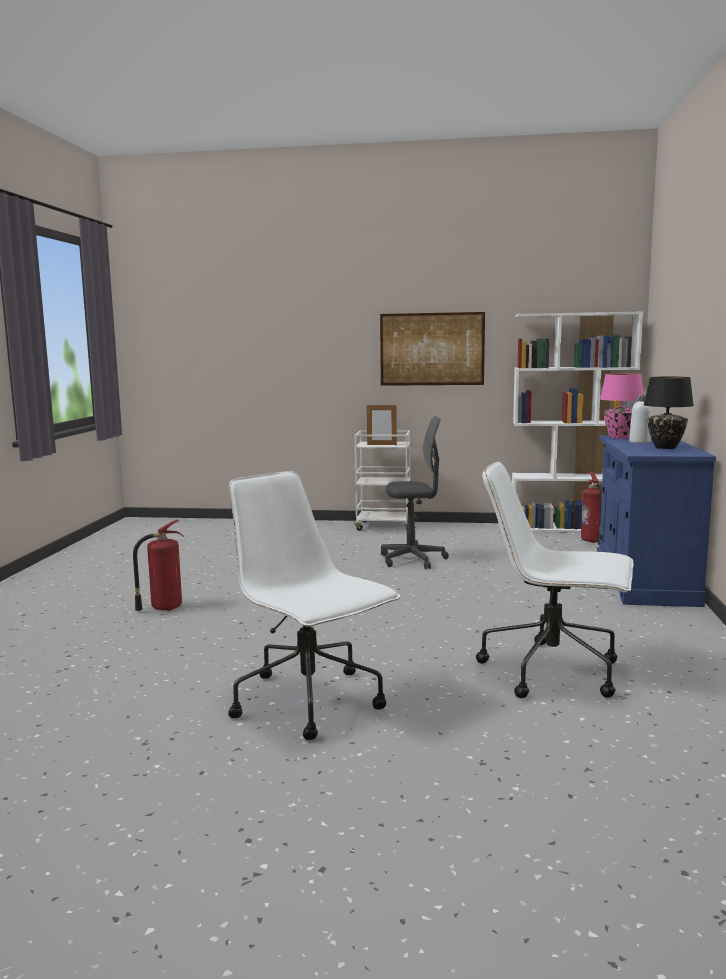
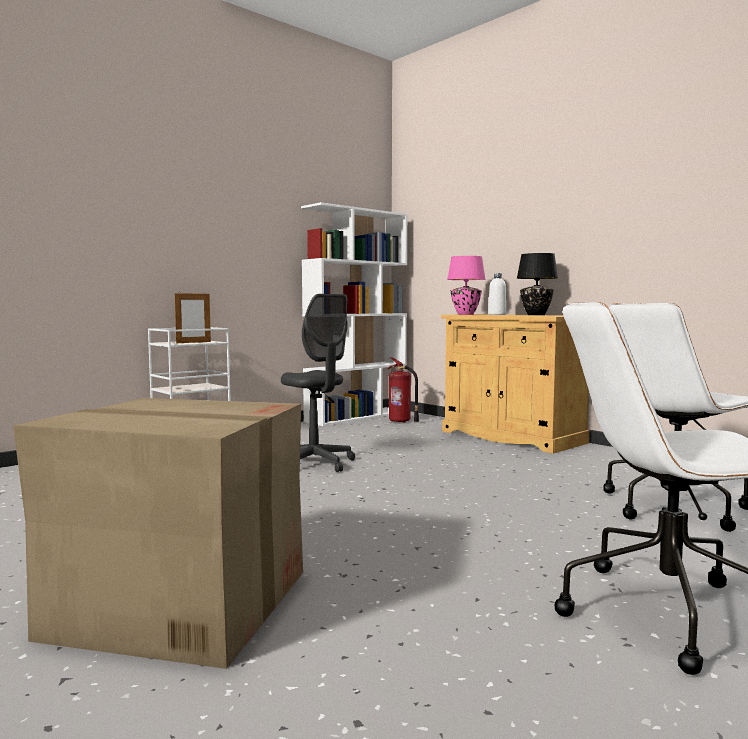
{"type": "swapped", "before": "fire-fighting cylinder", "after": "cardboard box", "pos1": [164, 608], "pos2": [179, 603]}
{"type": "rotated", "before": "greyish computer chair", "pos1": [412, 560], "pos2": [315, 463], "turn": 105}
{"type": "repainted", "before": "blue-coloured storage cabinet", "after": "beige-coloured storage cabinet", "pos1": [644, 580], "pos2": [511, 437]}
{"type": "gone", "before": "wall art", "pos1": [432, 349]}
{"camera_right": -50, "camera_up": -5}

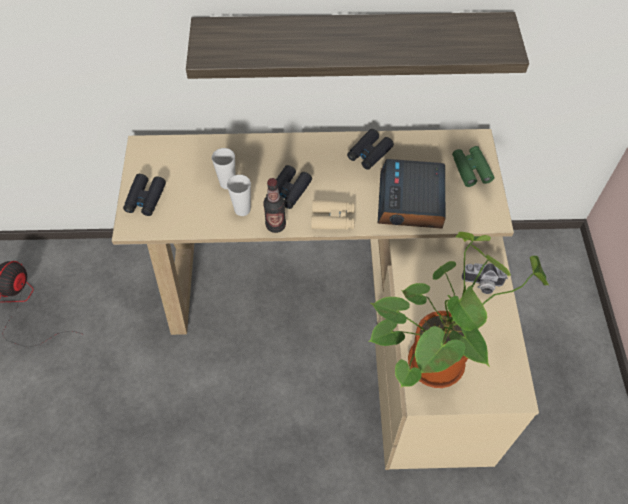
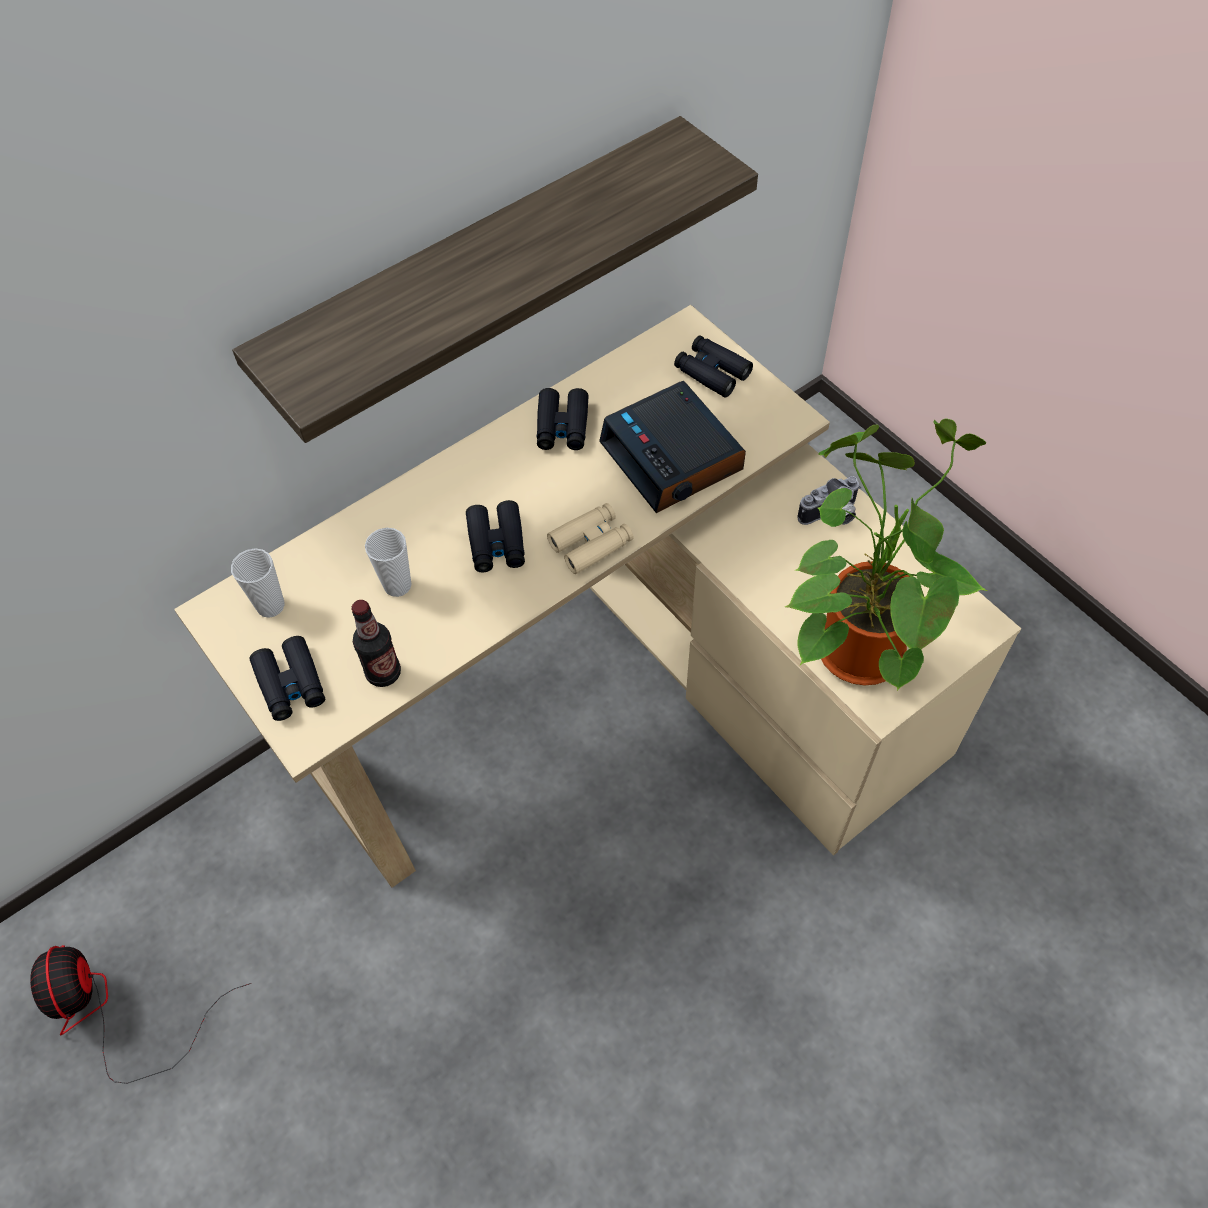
{"type": "shifted", "before": "drinking cup", "pos1": [242, 209], "pos2": [270, 606]}
{"type": "shifted", "before": "beverage bottle", "pos1": [275, 225], "pos2": [383, 673]}
{"type": "repainted", "before": "green binoculars", "after": "blackish binoculars", "pos1": [471, 169], "pos2": [712, 372]}
{"camera_right": -35, "camera_up": 0}

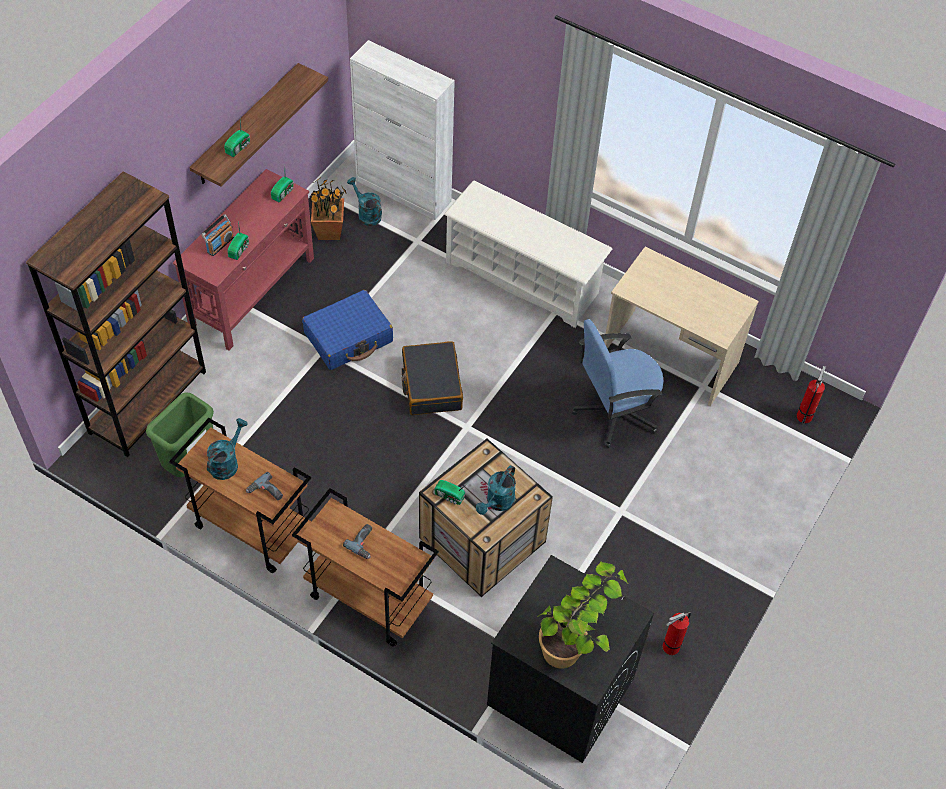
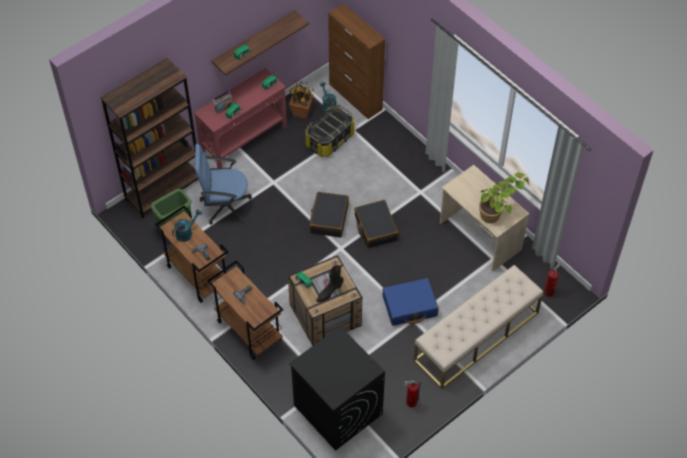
{"type": "shifted", "before": "blue-coloured computer chair", "pos1": [614, 412], "pos2": [224, 205]}
{"type": "new", "after": "storage bin", "pos2": [329, 139]}
{"type": "swapped", "before": "blue-green watering pot", "after": "blackish high-top boot", "pos1": [497, 503], "pos2": [329, 293]}
{"type": "repainted", "before": "whitish storage cabinet", "after": "brown storage cabinet", "pos1": [404, 191], "pos2": [355, 97]}
{"type": "new", "after": "blackish travel case", "pos2": [375, 228]}
{"type": "shifted", "before": "blue-coloured travel case", "pos1": [348, 337], "pos2": [410, 306]}
{"type": "new", "after": "beige-coloured bench", "pos2": [476, 336]}
{"type": "shifted", "before": "houseplant", "pos1": [576, 641], "pos2": [499, 213]}
{"type": "gone", "before": "whitish shoe shelf", "pos1": [523, 278]}
{"camera_right": 20, "camera_up": 0}

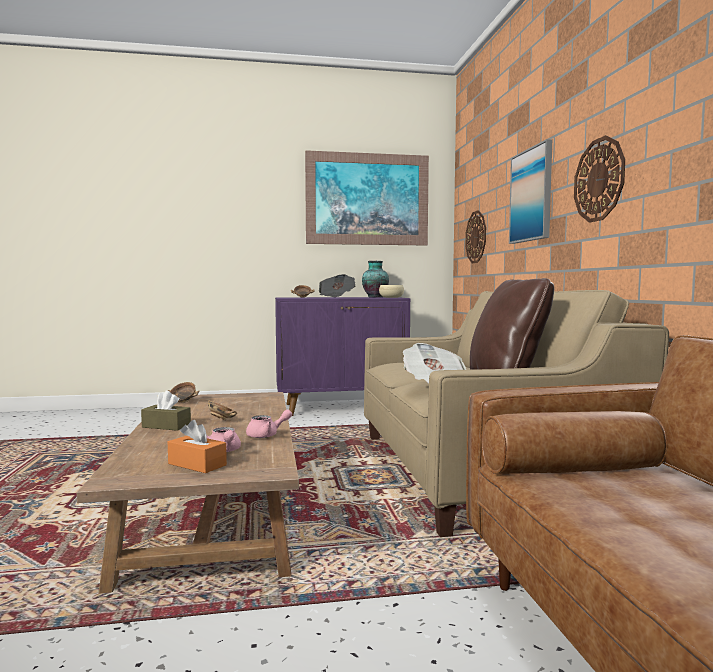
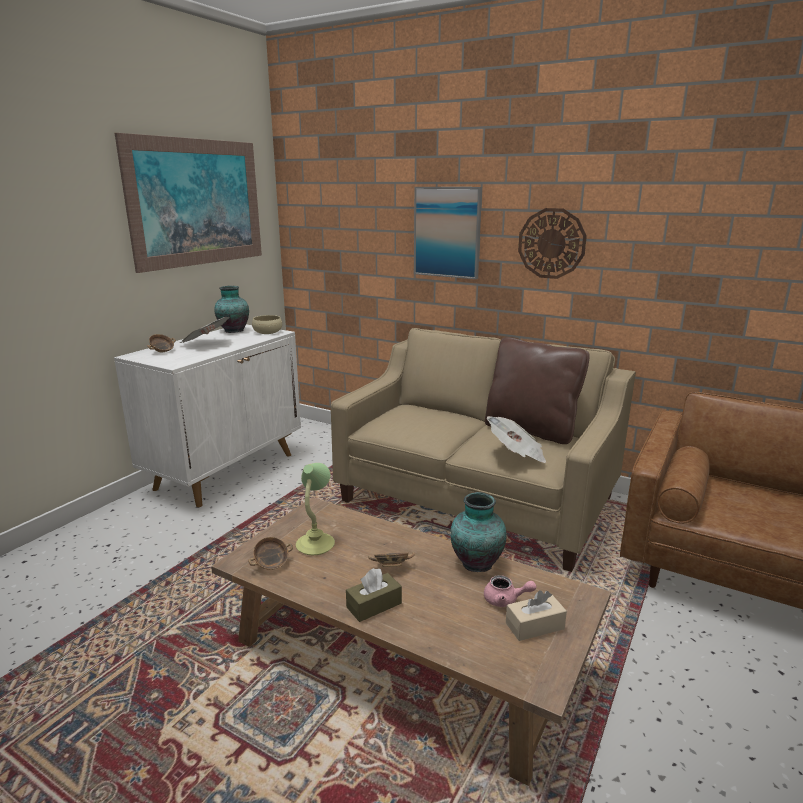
{"type": "repainted", "before": "purplish storage cabinet", "after": "whitish storage cabinet", "pos1": [341, 407], "pos2": [227, 471]}
{"type": "new", "after": "tabletop lamp", "pos2": [316, 544]}
{"type": "swapped", "before": "pink tea pot", "after": "decorative vase", "pos1": [267, 435], "pos2": [475, 563]}
{"type": "repainted", "before": "orange tissue holder", "after": "beige-coloured tissue holder", "pos1": [197, 464], "pos2": [534, 626]}
{"type": "gone", "before": "clock on the wall", "pos1": [476, 237]}
{"camera_right": -50, "camera_up": 15}

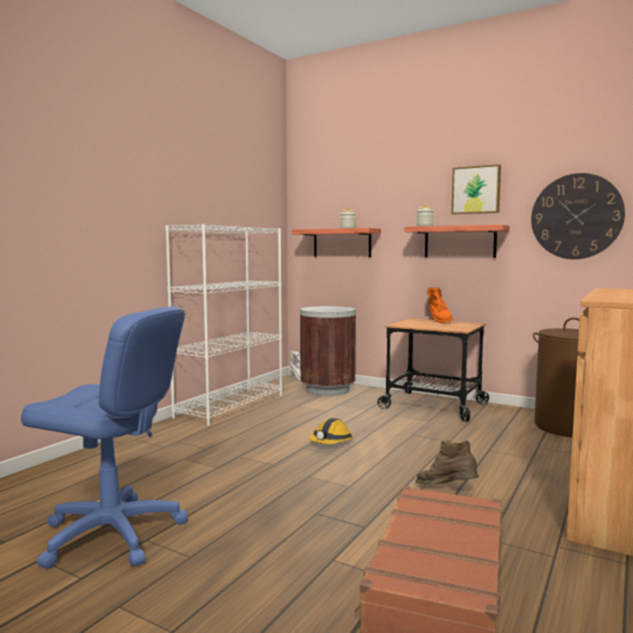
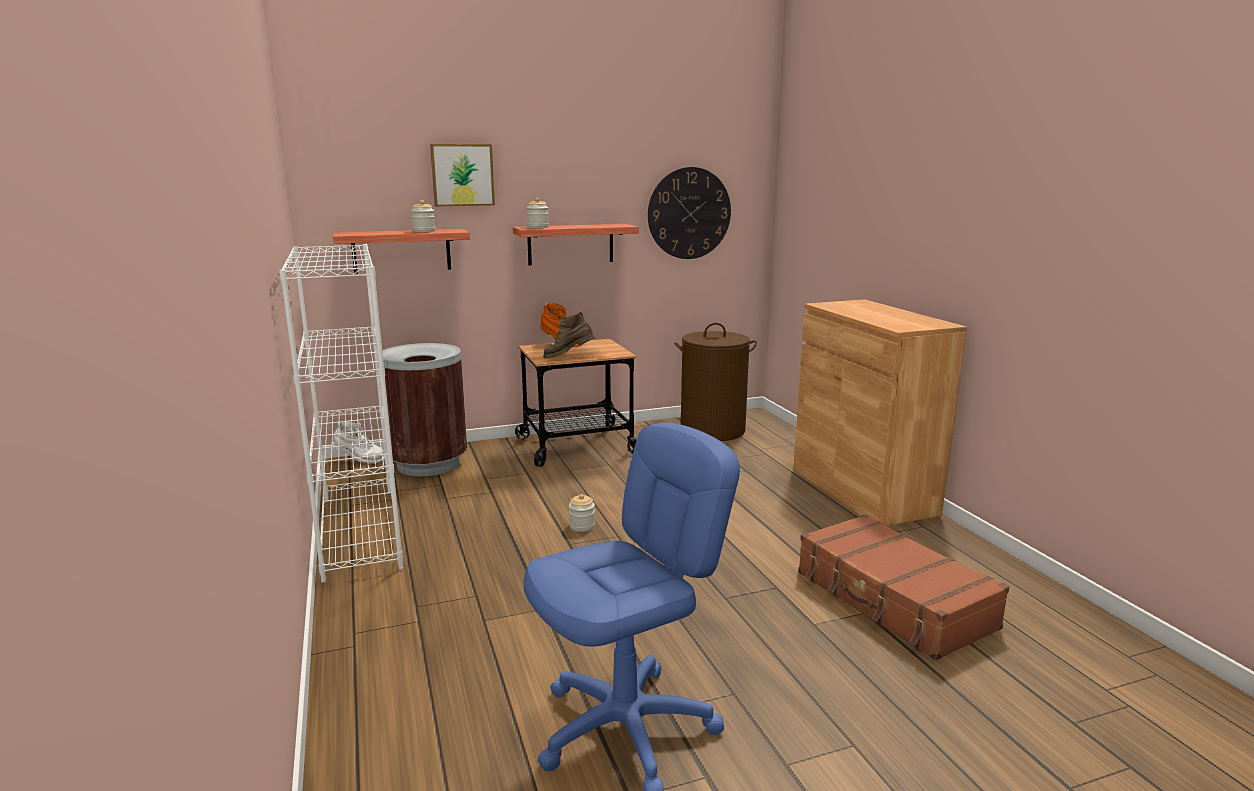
{"type": "shifted", "before": "wall art", "pos1": [476, 190], "pos2": [462, 175]}
{"type": "shifted", "before": "brown high-top boot", "pos1": [446, 490], "pos2": [568, 357]}
{"type": "swapped", "before": "work helmet", "after": "preserve jar", "pos1": [331, 442], "pos2": [582, 526]}
{"camera_right": -50, "camera_up": 10}

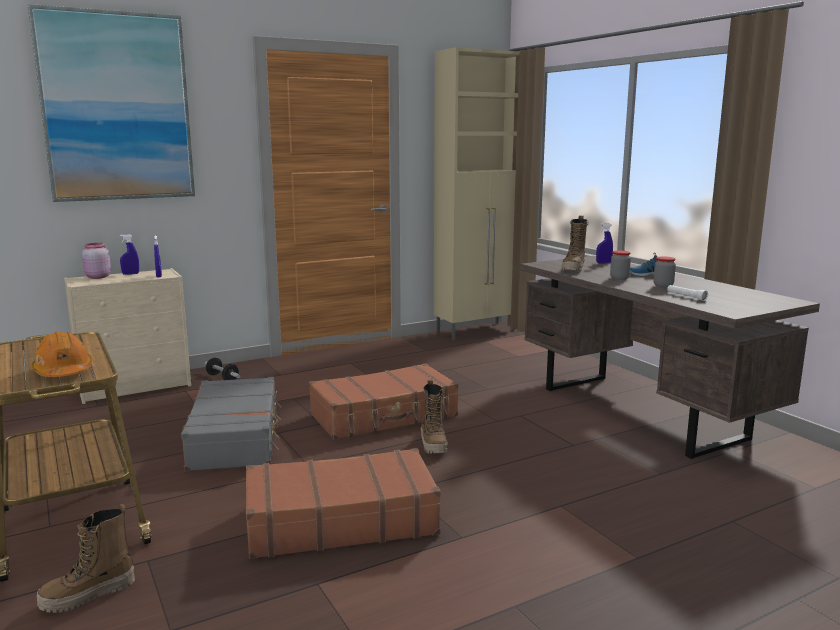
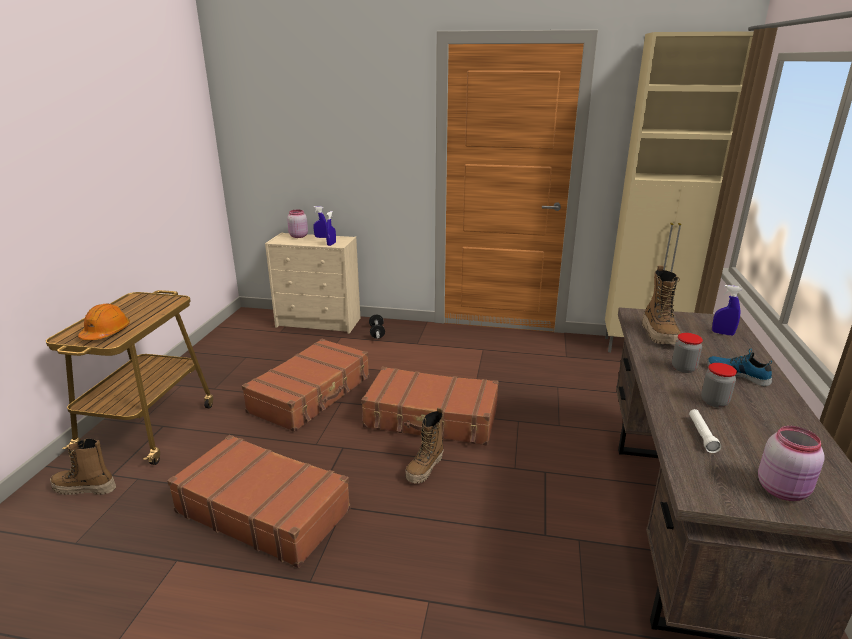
{"type": "repainted", "before": "greyish travel case", "after": "brown travel case", "pos1": [236, 437], "pos2": [312, 394]}
{"type": "rotated", "before": "high-top boot", "pos1": [573, 269], "pos2": [659, 335], "turn": -60}
{"type": "new", "after": "pink preserve jar", "pos2": [783, 490]}
{"type": "gone", "before": "wall art", "pos1": [117, 107]}
{"camera_right": 40, "camera_up": 10}

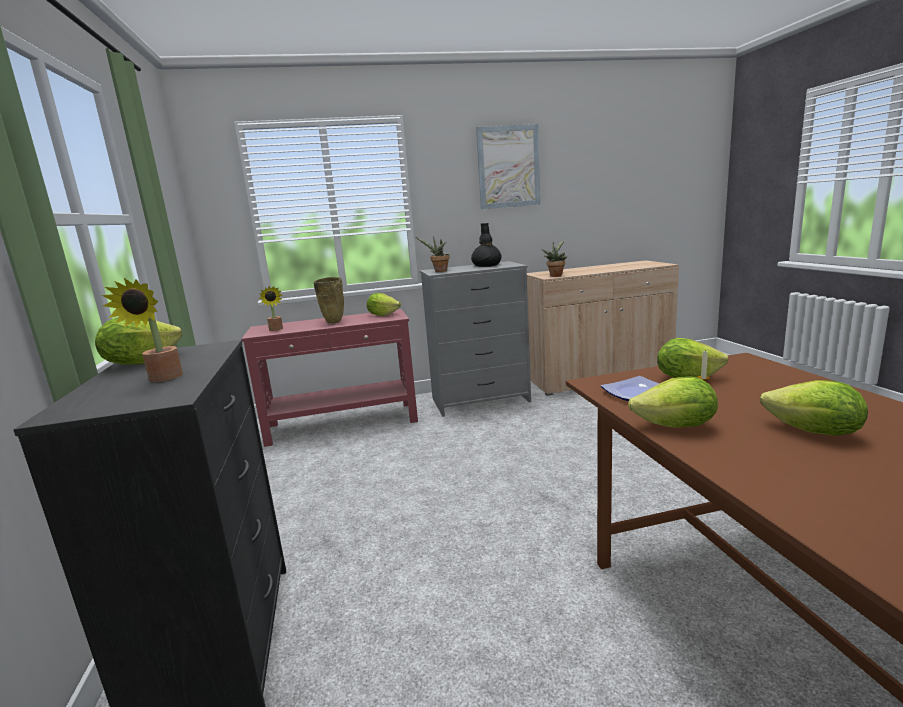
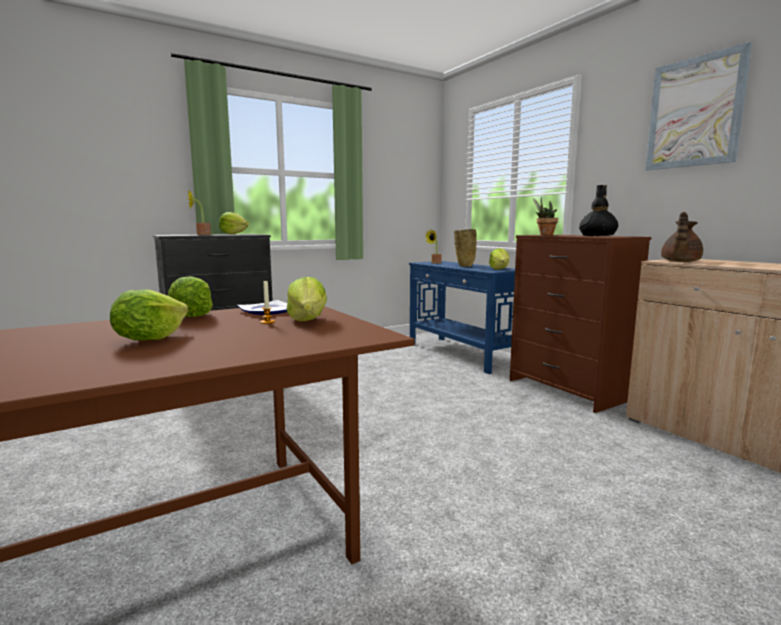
{"type": "repainted", "before": "red-coloured console table", "after": "blue-coloured console table", "pos1": [343, 423], "pos2": [461, 354]}
{"type": "repainted", "before": "greyish drawer chest", "after": "brown drawer chest", "pos1": [480, 400], "pos2": [567, 390]}
{"type": "swapped", "before": "houseplant", "after": "brown tea pot", "pos1": [556, 275], "pos2": [679, 261]}
{"camera_right": 70, "camera_up": -5}

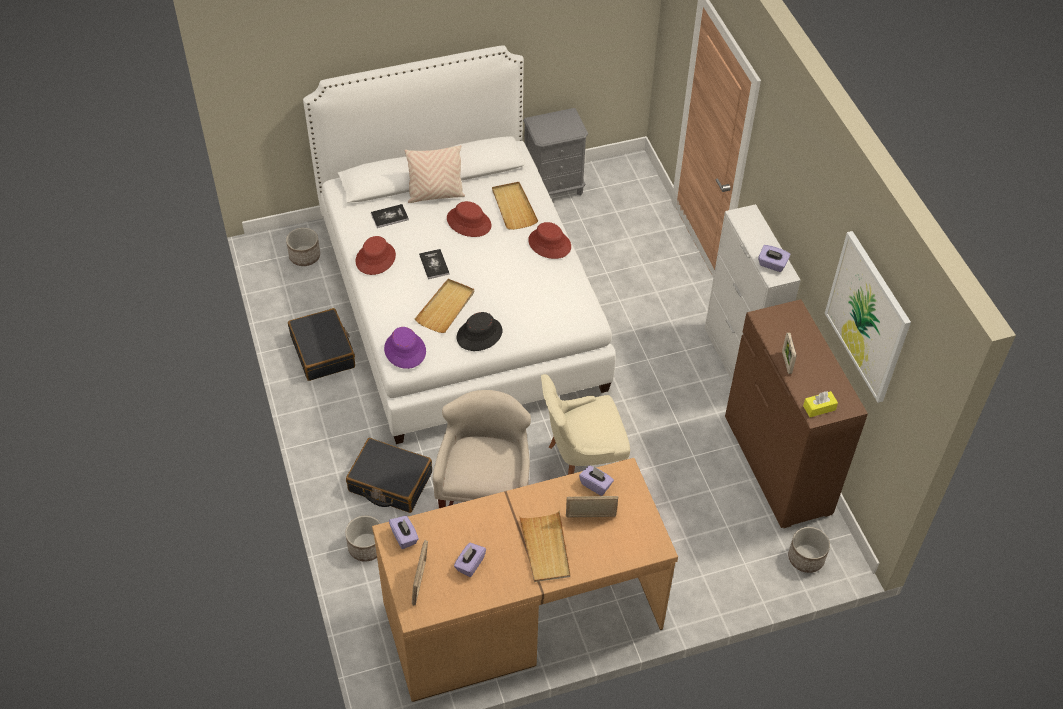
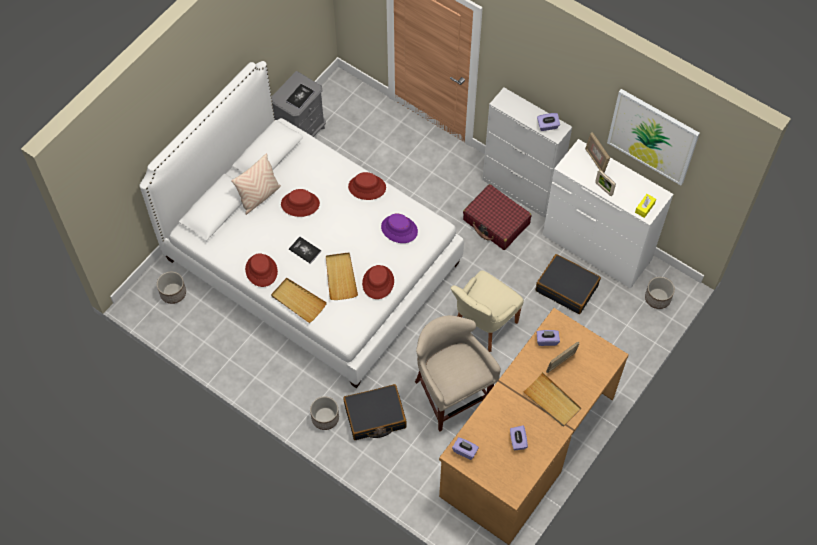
{"type": "shifted", "before": "beige-coloured carrying tray", "pos1": [513, 207], "pos2": [298, 301]}
{"type": "shifted", "before": "bound book", "pos1": [389, 216], "pos2": [300, 96]}
{"type": "shifted", "before": "planter", "pos1": [366, 547], "pos2": [325, 417]}
{"type": "repainted", "before": "blackish clothing hat", "after": "red-coloured clothing hat", "pos1": [479, 334], "pos2": [378, 282]}
{"type": "shifted", "before": "purplish clothing hat", "pos1": [405, 350], "pos2": [399, 229]}
{"type": "new", "after": "red-coloured travel case", "pos2": [496, 222]}
{"type": "shifted", "before": "blackish travel case", "pos1": [323, 351], "pos2": [567, 288]}
{"type": "repainted", "before": "brown drawer chest", "after": "whitish drawer chest", "pos1": [777, 465], "pos2": [596, 247]}
{"type": "shifted", "before": "standing frame", "pos1": [420, 583], "pos2": [595, 160]}
{"camera_right": -35, "camera_up": 10}

